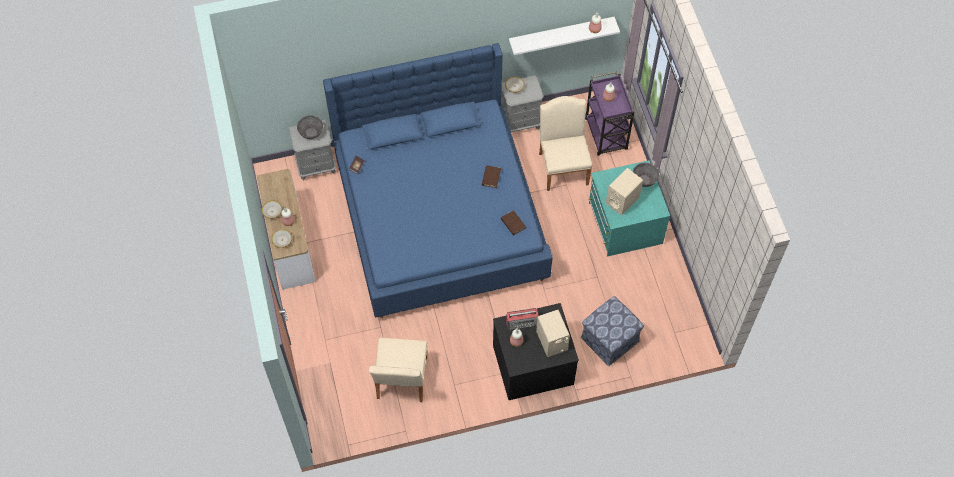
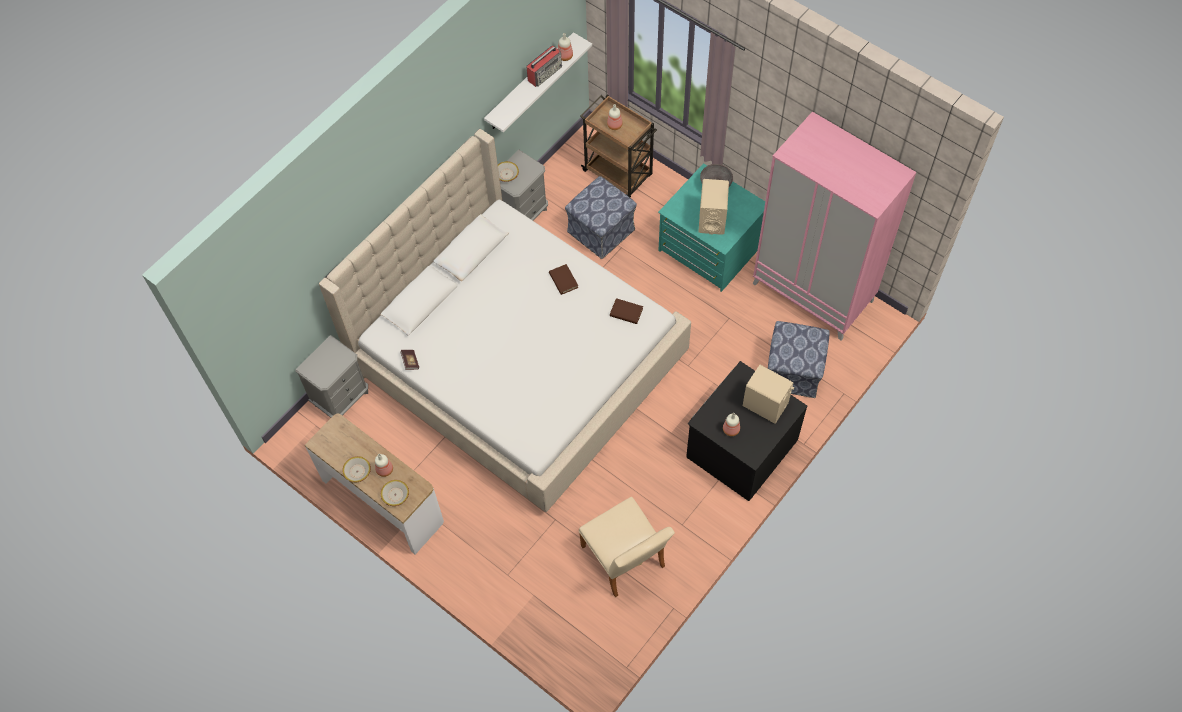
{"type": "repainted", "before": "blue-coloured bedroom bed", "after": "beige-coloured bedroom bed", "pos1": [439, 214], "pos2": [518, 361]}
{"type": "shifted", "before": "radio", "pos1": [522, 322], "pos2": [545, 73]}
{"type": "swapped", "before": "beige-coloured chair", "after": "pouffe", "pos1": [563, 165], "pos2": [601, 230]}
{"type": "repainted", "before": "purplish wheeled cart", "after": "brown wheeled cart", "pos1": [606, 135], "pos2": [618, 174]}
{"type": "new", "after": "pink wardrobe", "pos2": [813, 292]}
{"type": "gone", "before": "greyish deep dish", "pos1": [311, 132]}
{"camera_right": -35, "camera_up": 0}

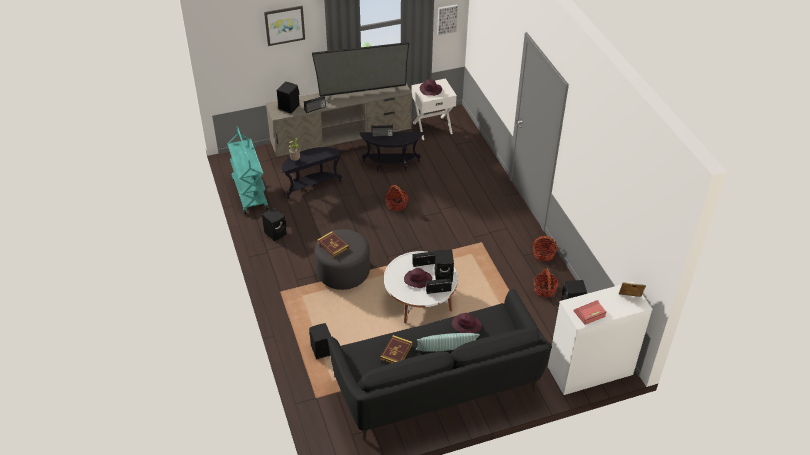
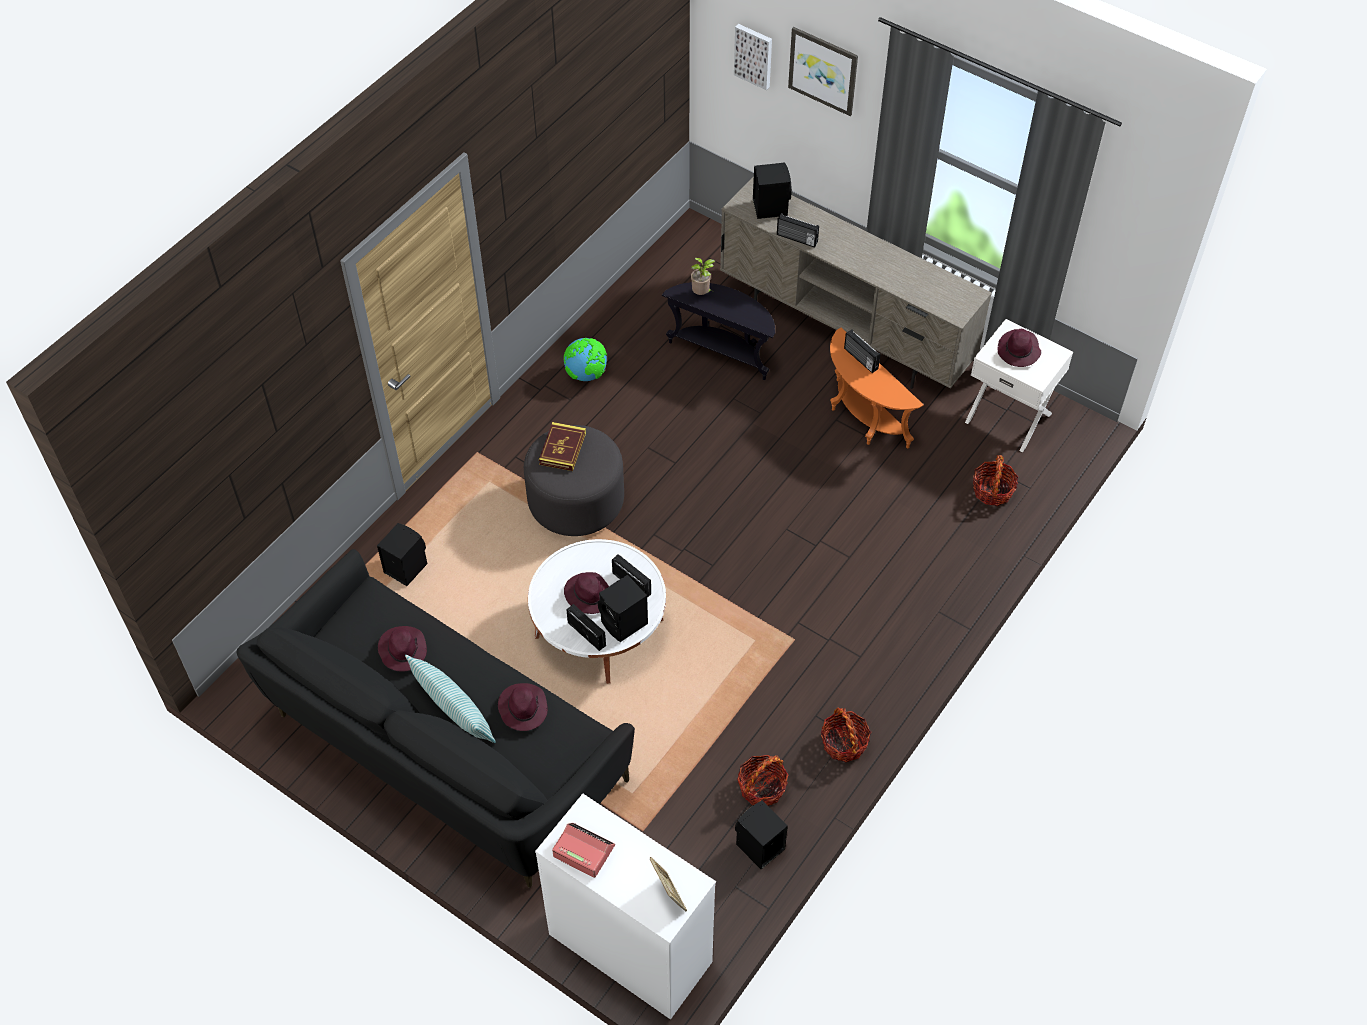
{"type": "swapped", "before": "bound book", "after": "purplish clothing hat", "pos1": [396, 352], "pos2": [402, 650]}
{"type": "swapped", "before": "blackish speaker", "after": "world globe", "pos1": [276, 233], "pos2": [586, 374]}
{"type": "shifted", "before": "wall art", "pos1": [446, 19], "pos2": [754, 55]}
{"type": "repainted", "before": "blackish side table", "after": "orange side table", "pos1": [391, 165], "pos2": [862, 419]}
{"type": "shifted", "before": "basket", "pos1": [396, 204], "pos2": [992, 491]}
{"type": "gone", "before": "blue-green wheeled cart", "pos1": [249, 193]}
{"type": "gone", "before": "TV", "pos1": [362, 93]}
{"camera_right": 55, "camera_up": 10}

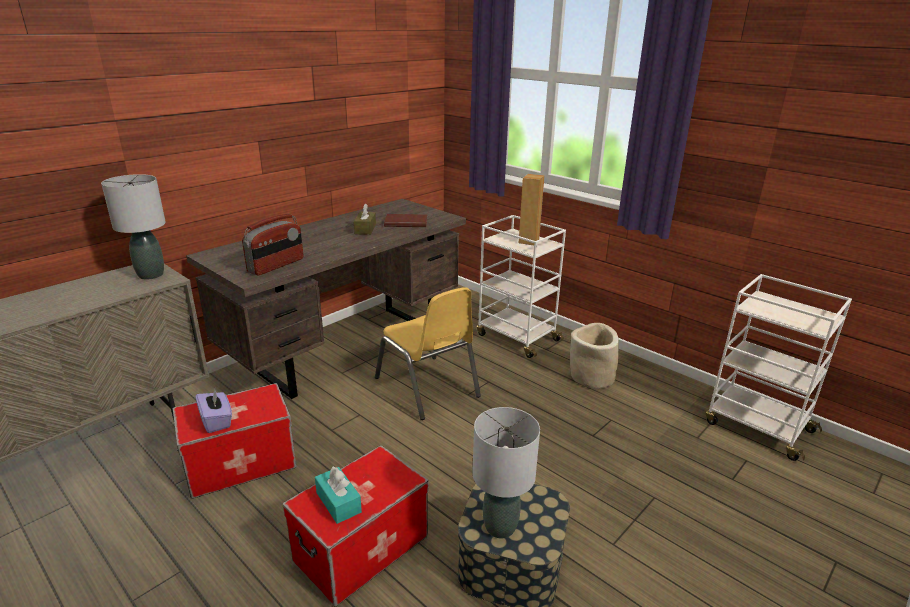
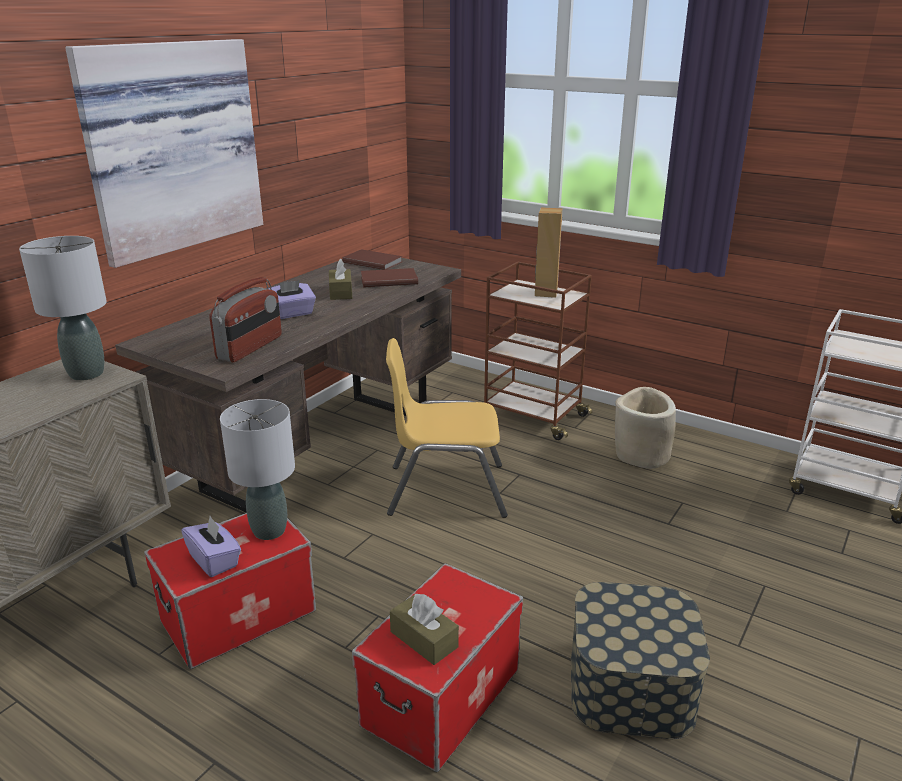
{"type": "new", "after": "wall art", "pos2": [170, 147]}
{"type": "shifted", "before": "greyish tabletop lamp", "pos1": [499, 527], "pos2": [268, 530]}
{"type": "new", "after": "purplish tissue holder", "pos2": [291, 314]}
{"type": "new", "after": "brown bound book", "pos2": [372, 262]}
{"type": "rotated", "before": "yellow chair", "pos1": [427, 387], "pos2": [446, 490], "turn": 135}
{"type": "repainted", "before": "blue-green tissue holder", "after": "brown tissue holder", "pos1": [338, 502], "pos2": [424, 639]}
{"type": "repainted", "before": "whitish wheeled cart", "after": "brown wheeled cart", "pos1": [516, 337], "pos2": [533, 416]}
{"camera_right": -10, "camera_up": 0}

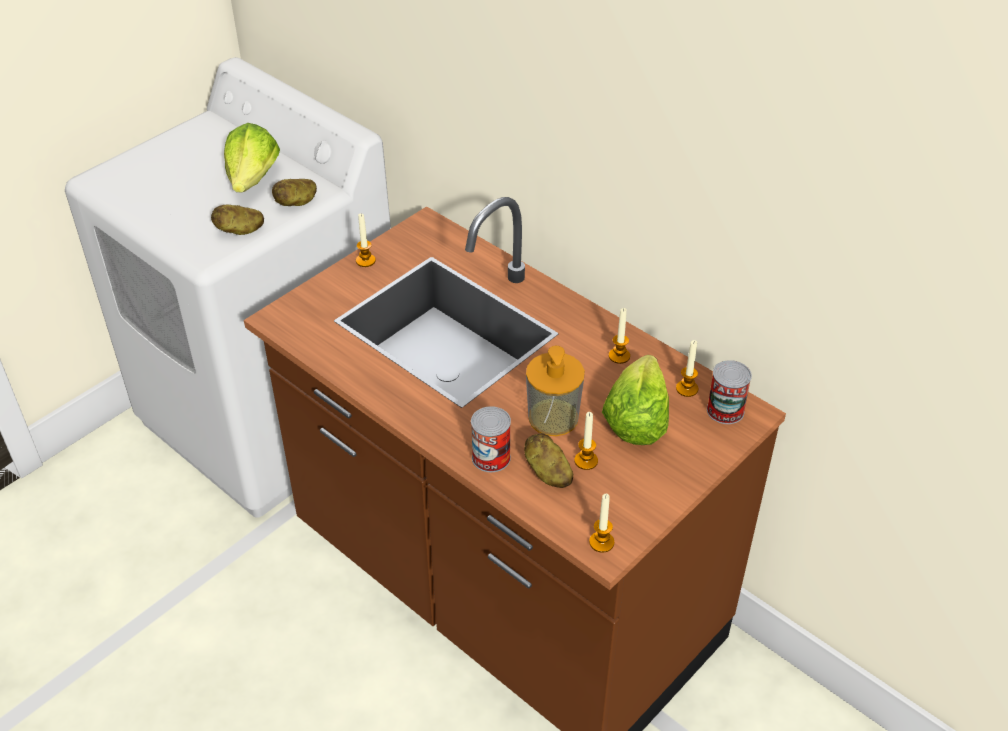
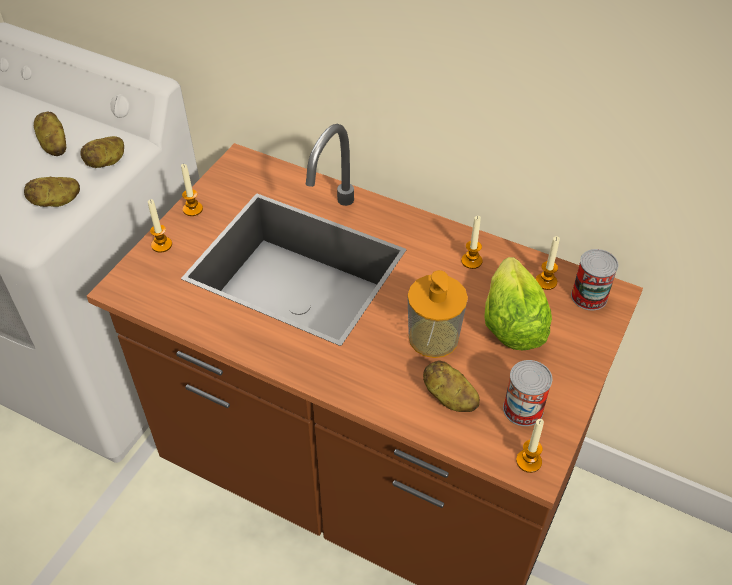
{"type": "swapped", "before": "lettuce", "after": "potato", "pos1": [253, 179], "pos2": [53, 145]}
{"type": "shifted", "before": "wax candle", "pos1": [586, 461], "pos2": [161, 245]}
{"type": "shifted", "before": "can", "pos1": [491, 457], "pos2": [523, 409]}
{"camera_right": -15, "camera_up": 5}

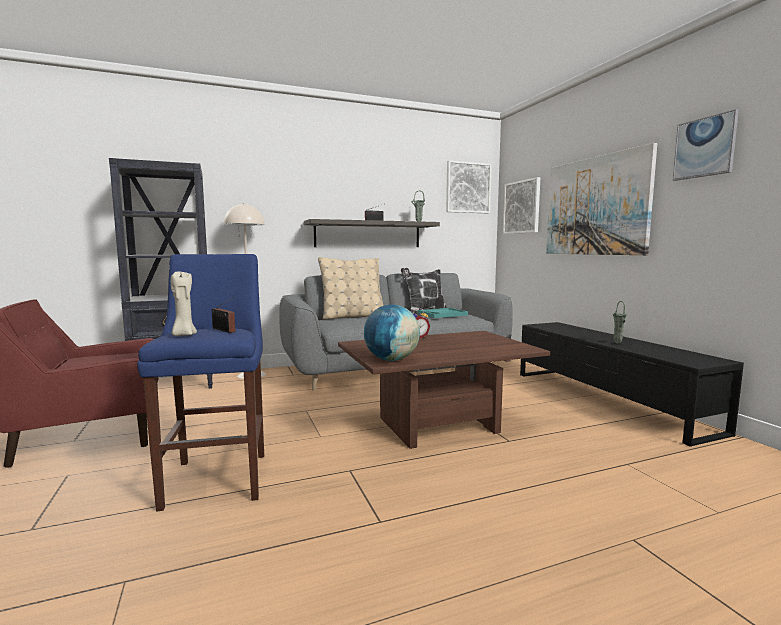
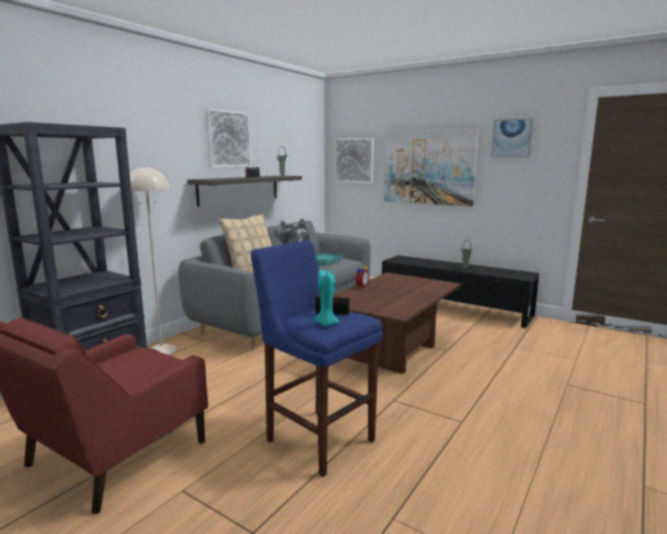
{"type": "shifted", "before": "wall art", "pos1": [468, 188], "pos2": [228, 139]}
{"type": "repainted", "before": "beige-coloured wax candle", "after": "blue-green wax candle", "pos1": [184, 335], "pos2": [326, 324]}
{"type": "gone", "before": "world globe", "pos1": [391, 360]}
{"camera_right": -35, "camera_up": 5}

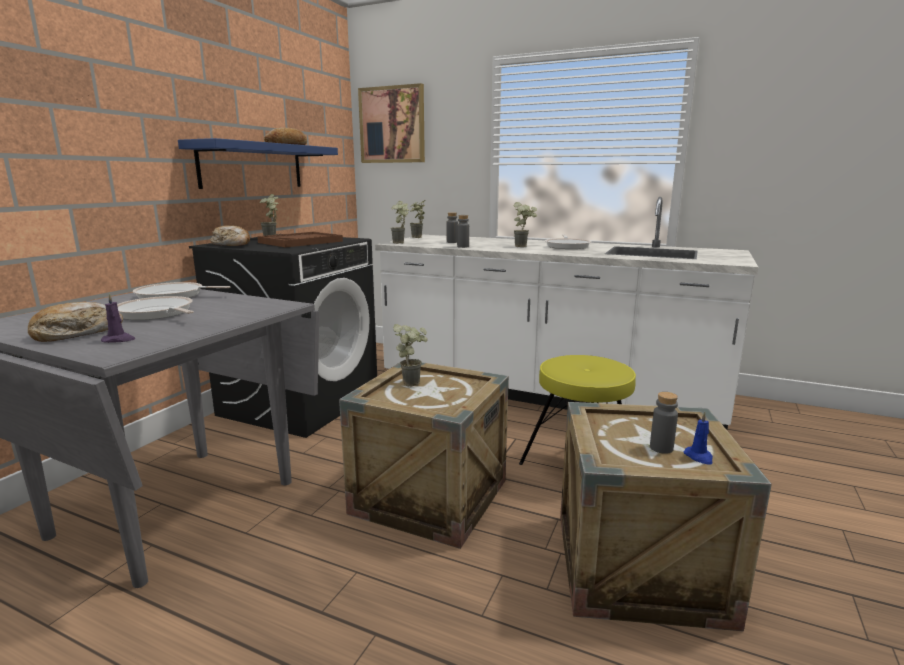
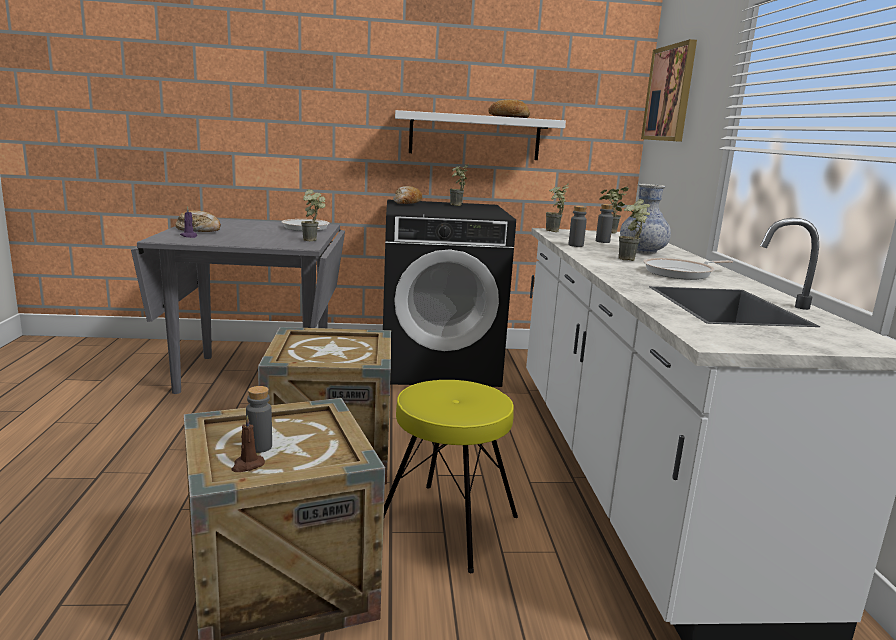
{"type": "repainted", "before": "blue-coloured wax candle", "after": "brown wax candle", "pos1": [699, 457], "pos2": [247, 465]}
{"type": "shifted", "before": "houseplant", "pos1": [413, 382], "pos2": [314, 240]}
{"type": "repainted", "before": "blue-coloured bracket shelf", "after": "whitish bracket shelf", "pos1": [252, 166], "pos2": [474, 136]}
{"type": "new", "after": "decorative vase", "pos2": [642, 251]}
{"type": "gone", "before": "pan", "pos1": [156, 313]}
{"type": "gone", "before": "brown carrying tray", "pos1": [301, 242]}
{"camera_right": 60, "camera_up": 0}

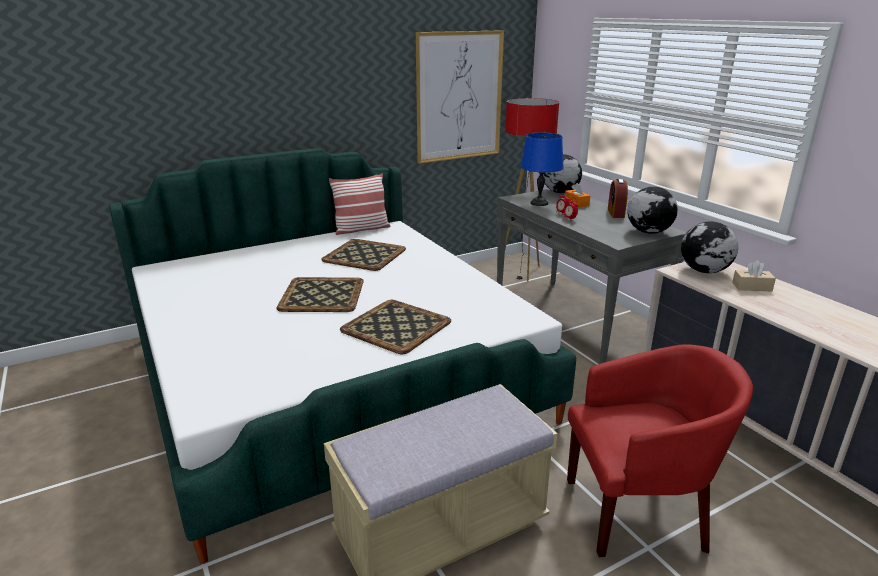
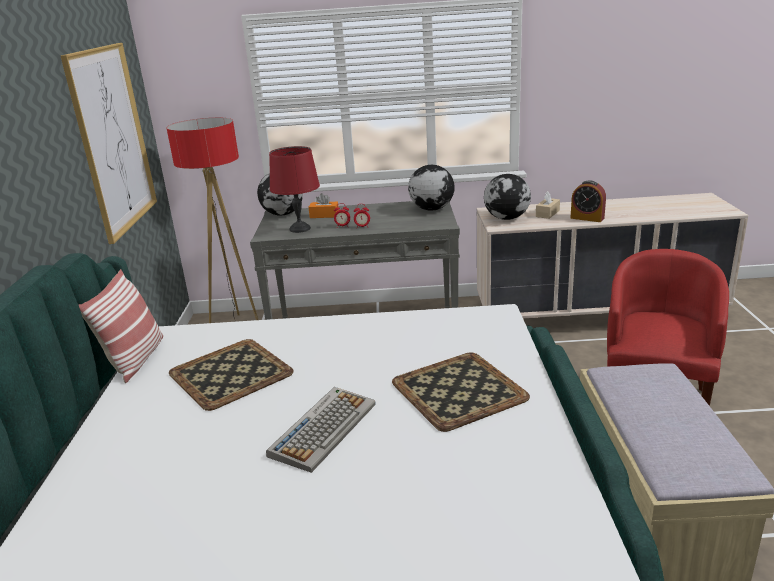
{"type": "swapped", "before": "carrying tray", "after": "computer keyboard", "pos1": [323, 295], "pos2": [323, 428]}
{"type": "repainted", "before": "blue-coloured tabletop lamp", "after": "red-coloured tabletop lamp", "pos1": [538, 203], "pos2": [299, 229]}
{"type": "shifted", "before": "bedside clock", "pos1": [615, 213], "pos2": [587, 218]}
{"camera_right": -60, "camera_up": 0}

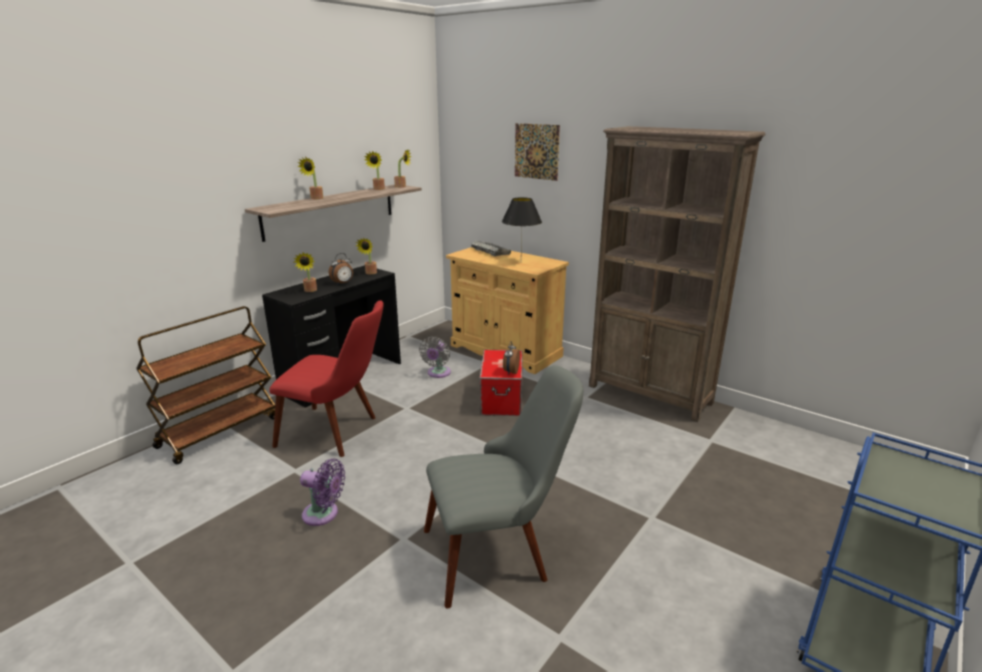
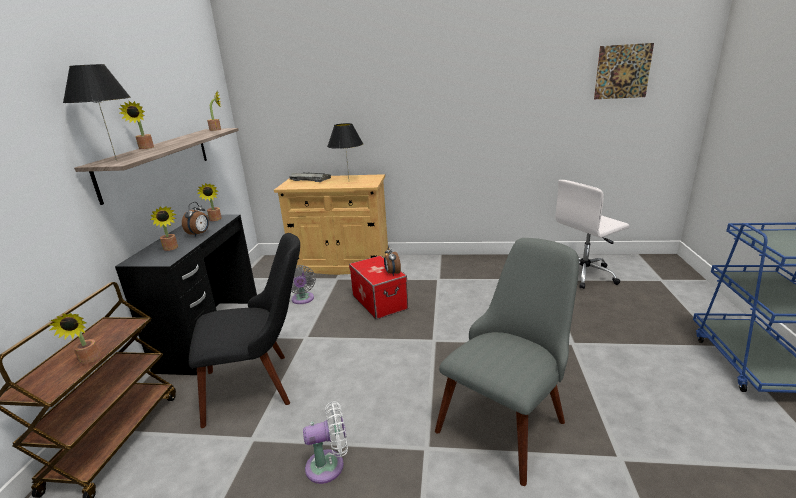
{"type": "shifted", "before": "houseplant", "pos1": [378, 189], "pos2": [88, 360]}
{"type": "new", "after": "blackish tabletop lamp", "pos2": [117, 160]}
{"type": "repainted", "before": "red-coloured chair", "after": "blackish chair", "pos1": [339, 432], "pos2": [261, 384]}
{"type": "repainted", "before": "purplish fan", "after": "whitish fan", "pos1": [323, 514], "pos2": [329, 465]}
{"type": "new", "after": "whitish computer chair", "pos2": [584, 274]}
{"type": "shifted", "before": "wall art", "pos1": [536, 151], "pos2": [622, 71]}
{"type": "gone", "before": "brown bookcase", "pos1": [650, 395]}
{"camera_right": -30, "camera_up": 0}

